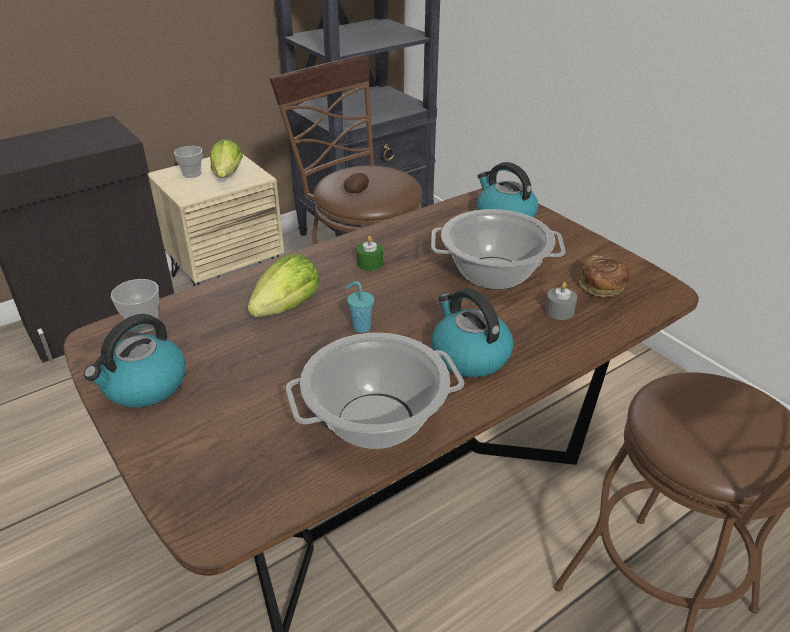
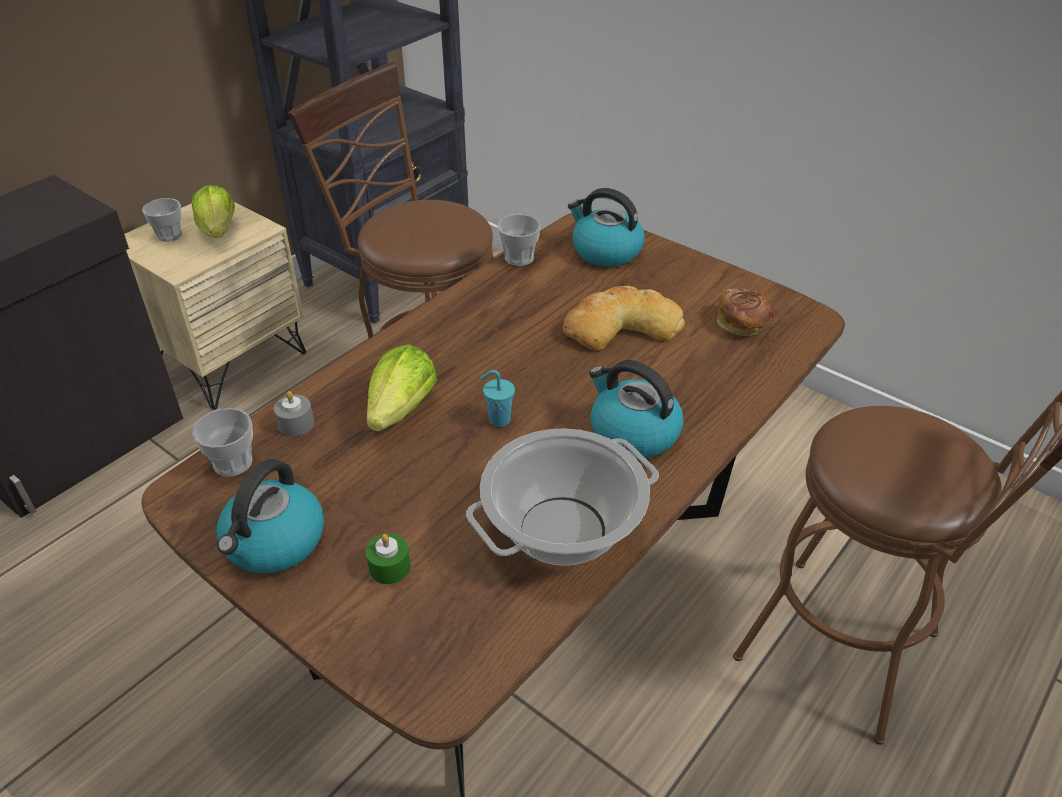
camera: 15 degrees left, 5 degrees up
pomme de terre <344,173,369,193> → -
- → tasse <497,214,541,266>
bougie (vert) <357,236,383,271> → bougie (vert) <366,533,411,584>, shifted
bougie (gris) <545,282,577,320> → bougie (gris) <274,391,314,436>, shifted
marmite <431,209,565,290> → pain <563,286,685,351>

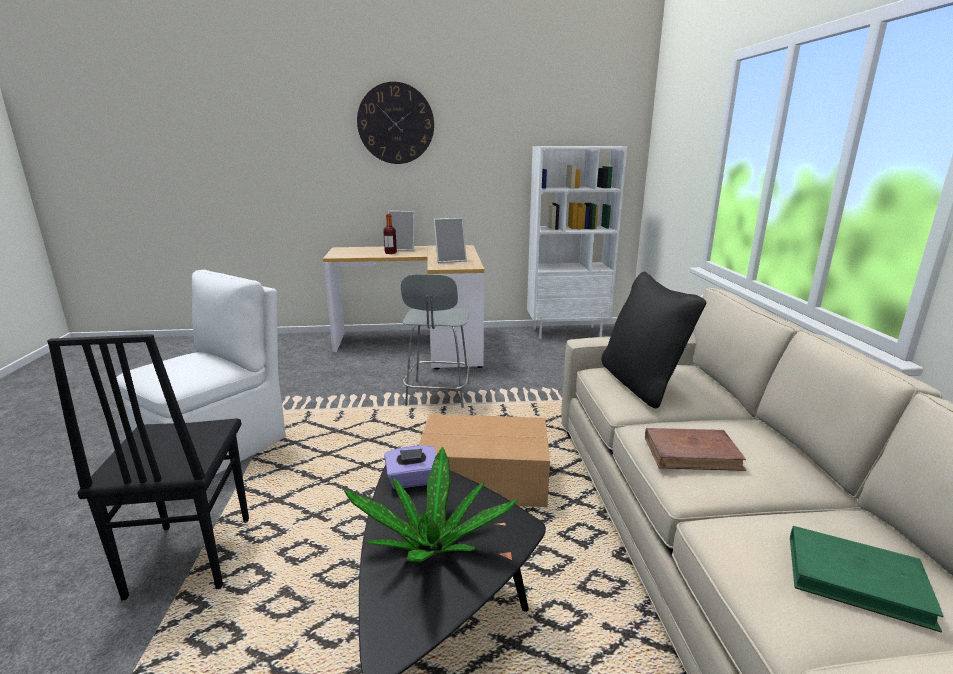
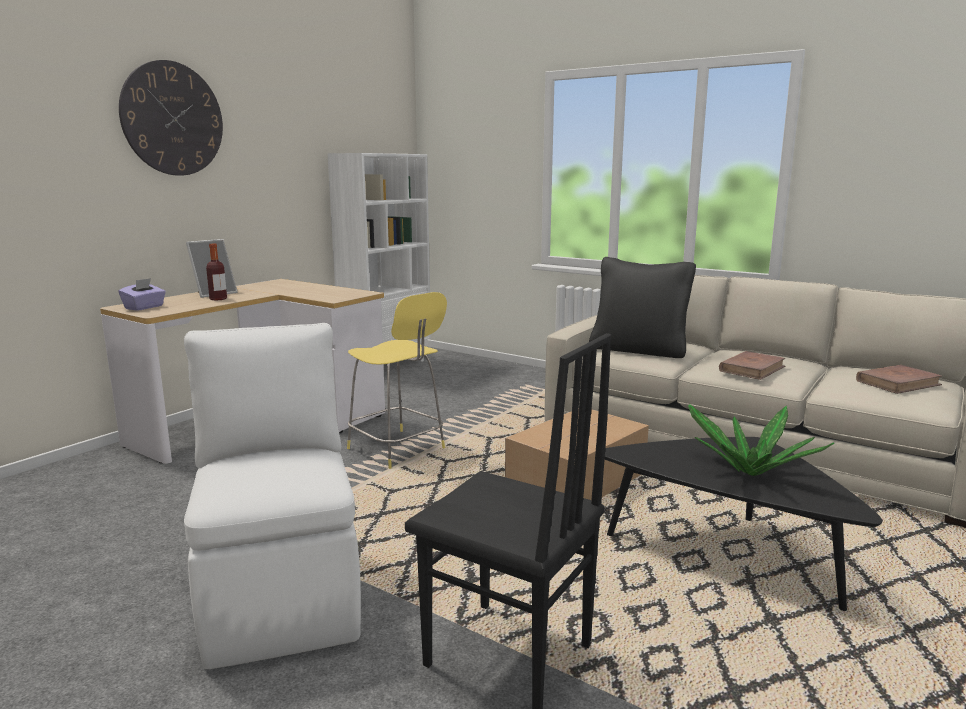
camera: 50 degrees left, 5 degrees down
cadre photo <434,218,467,263> → -
boîte à mouchoirs (violet) <385,446,436,489> → boîte à mouchoirs (violet) <118,278,166,311>, shifted
tabouret (gris) <401,274,470,408> → tabouret (jaune) <347,292,447,469>
livre (vert) <790,526,943,632> → livre (marron) <856,365,942,394>

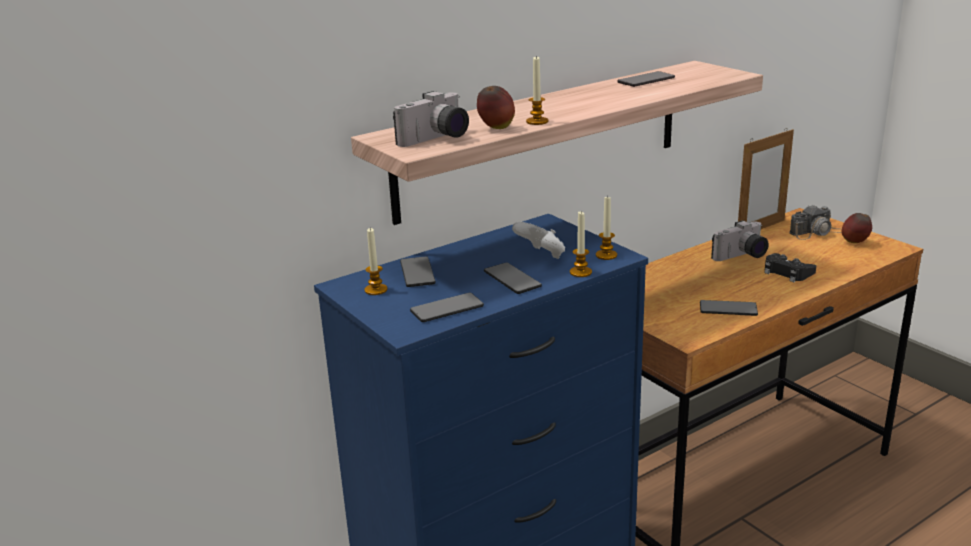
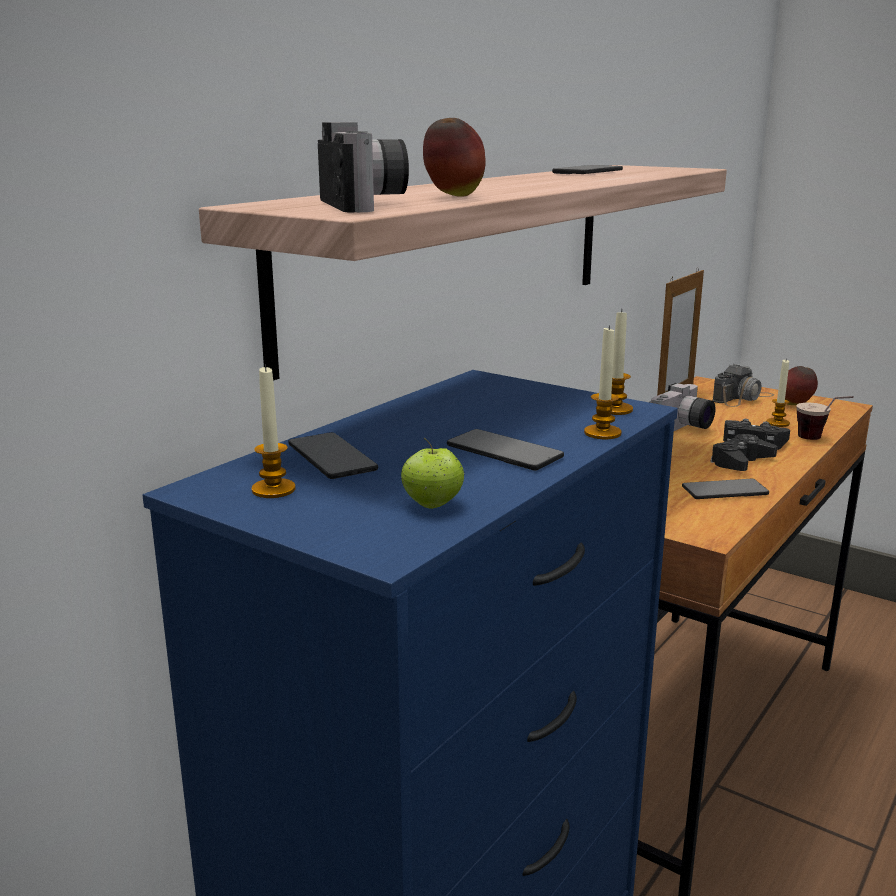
camera: 20 degrees left, 5 degrees down
manette (blanc) <512,222,565,259> → -
- → manette (noir) <710,434,777,471>
- → tasse <796,396,854,440>
bougie <526,55,548,125> → bougie <766,360,790,427>, shifted
téléphone <410,293,484,322> → pomme <401,438,465,509>
appareil photo <393,91,469,147> → appareil photo <318,122,409,212>, 45 degrees counterclockwise

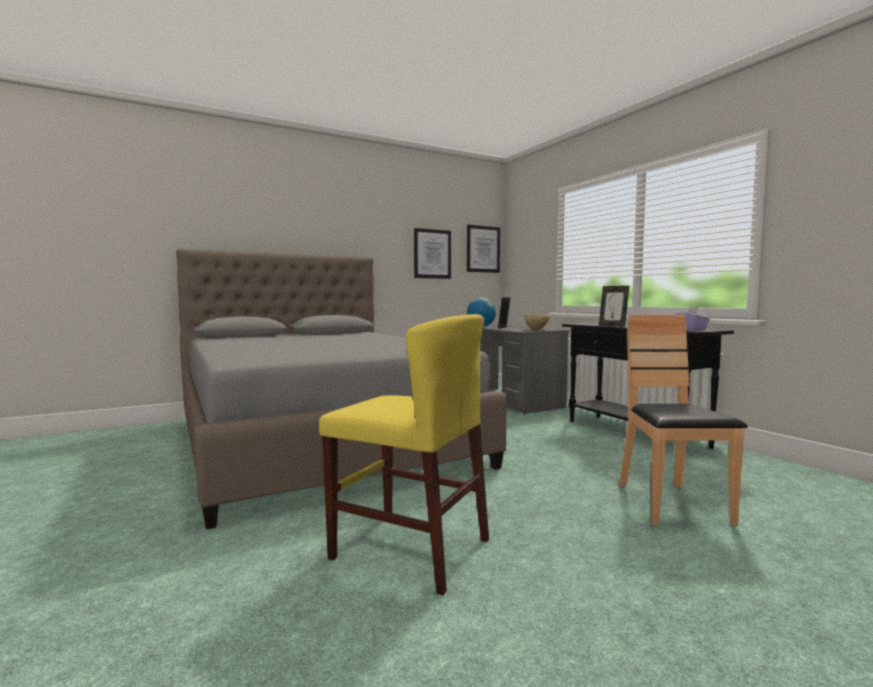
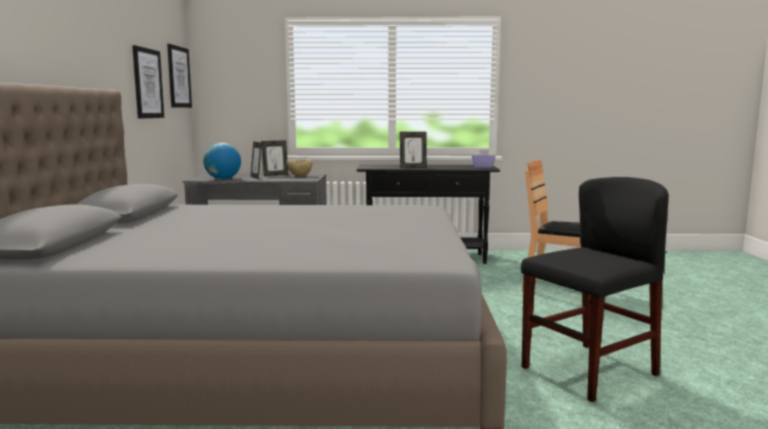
camera: 60 degrees left, 5 degrees up
- → cadre photo <261,140,289,176>
chaise (jaune) <319,314,489,595> → chaise (noir) <521,177,669,402>

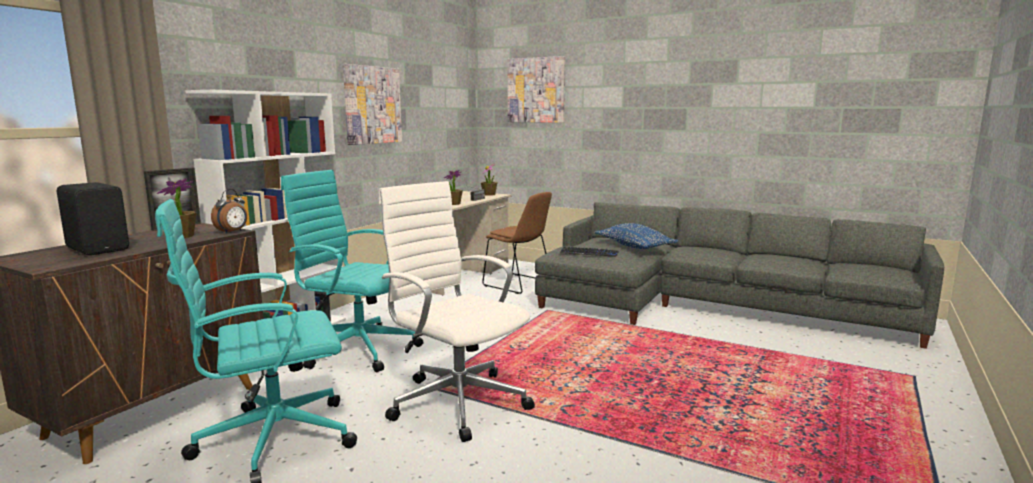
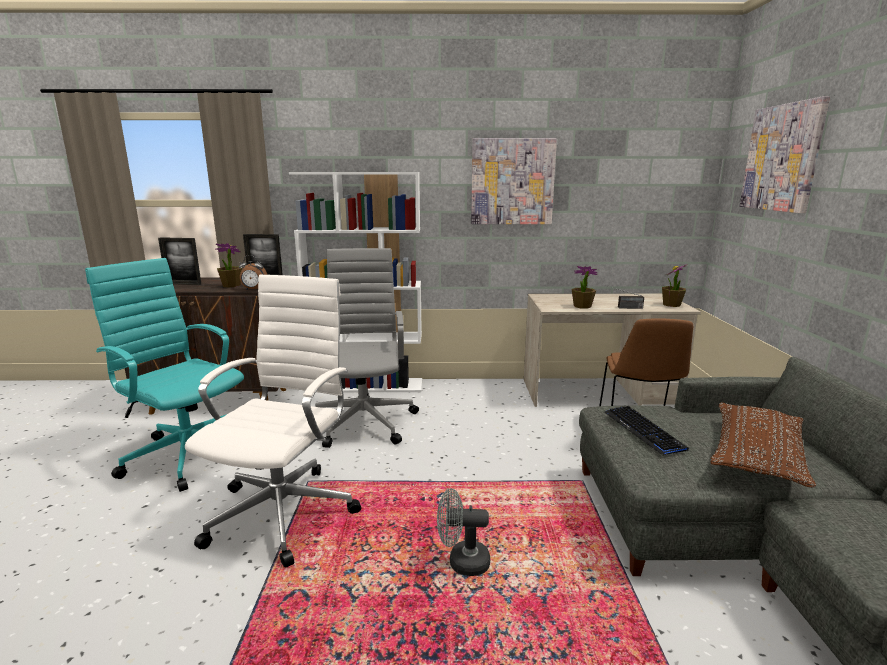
camera: 60 degrees right, 5 degrees up
- → ventilateur (gris) <437,488,490,576>
enceinte (noir) <57,182,129,255> → cadre photo <158,237,201,285>
chaise de bureau (turquoise) <281,170,423,372> → chaise de bureau (gris) <315,248,419,448>
coussin (bleu) <595,223,678,249> → coussin (marron) <710,403,816,488>

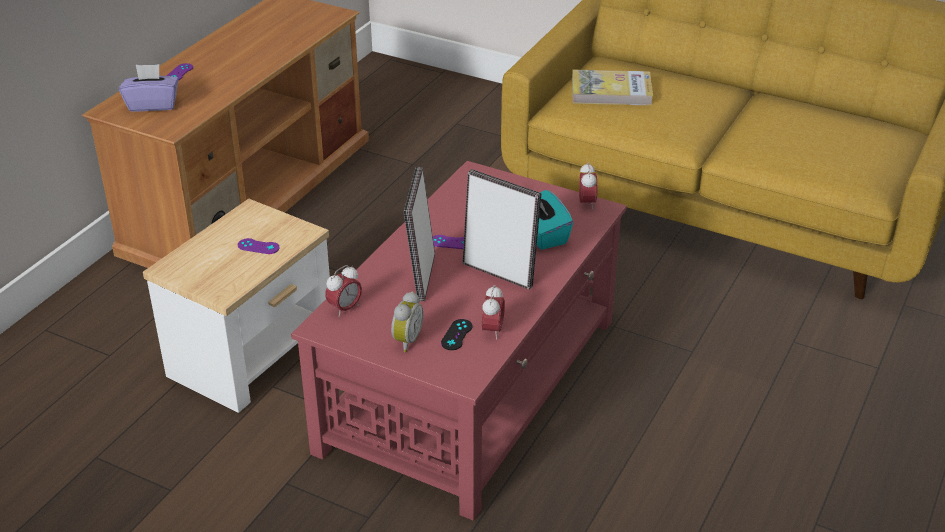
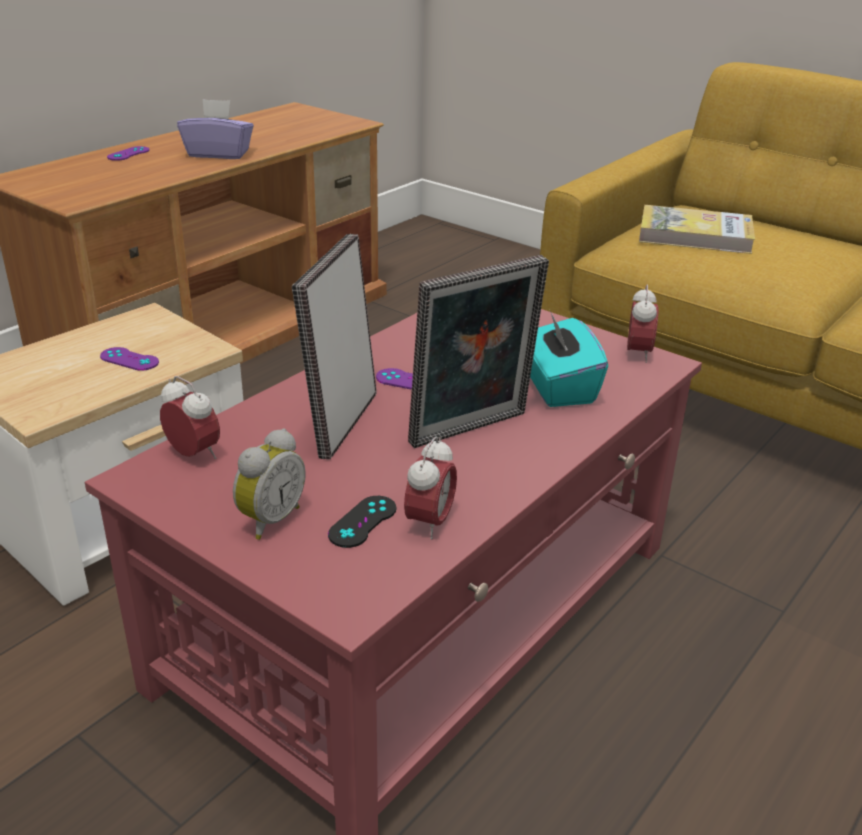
camera: 10 degrees right, 5 degrees down
boîte à mouchoirs (violet) <119,64,179,112> → boîte à mouchoirs (violet) <177,99,254,159>, shifted
réveil <325,265,362,317> → réveil <160,376,220,459>, 105 degrees counterclockwise
cadre photo <462,169,542,289> → cadre photo <408,255,549,448>, 105 degrees clockwise

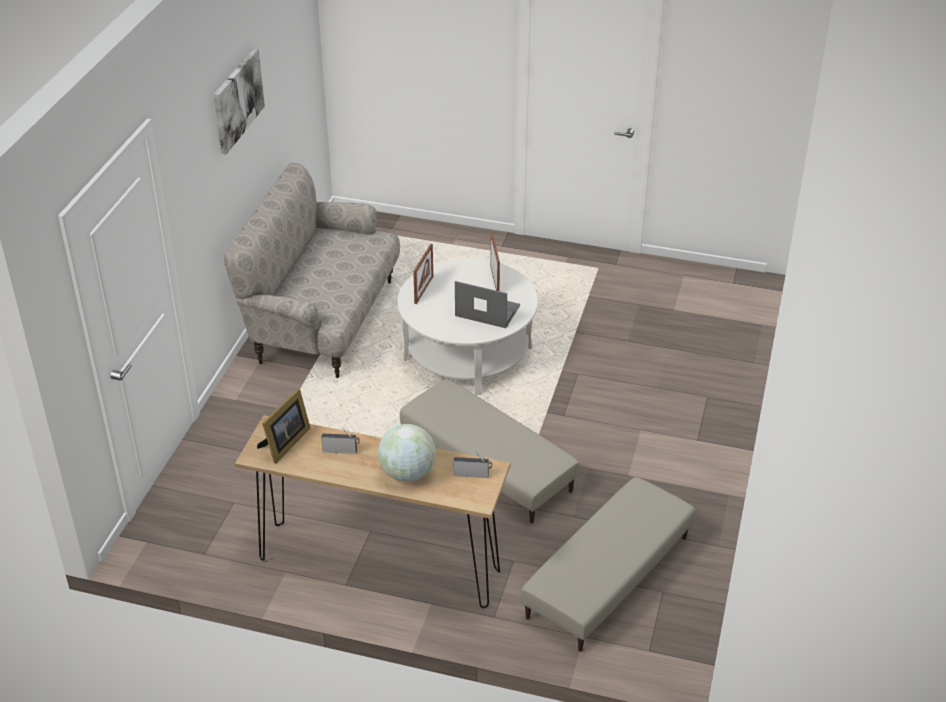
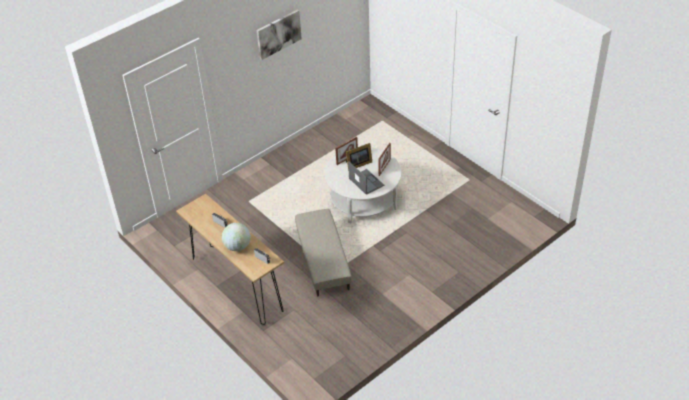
camera: 35 degrees right, 5 degrees up
canapé (beige) <224,163,400,378> → -
pouf (beige) <520,477,695,652> → -
cadre photo <257,388,311,464> → cadre photo <346,143,372,171>, shifted

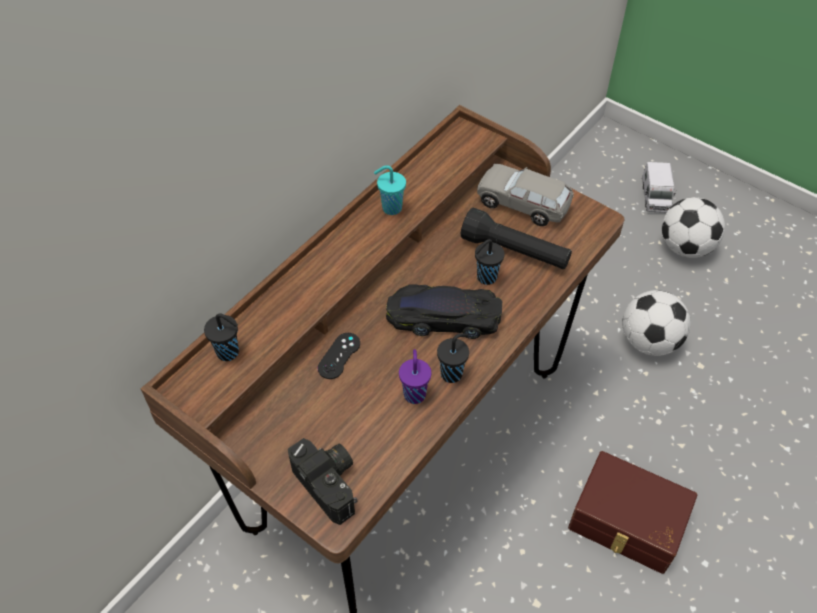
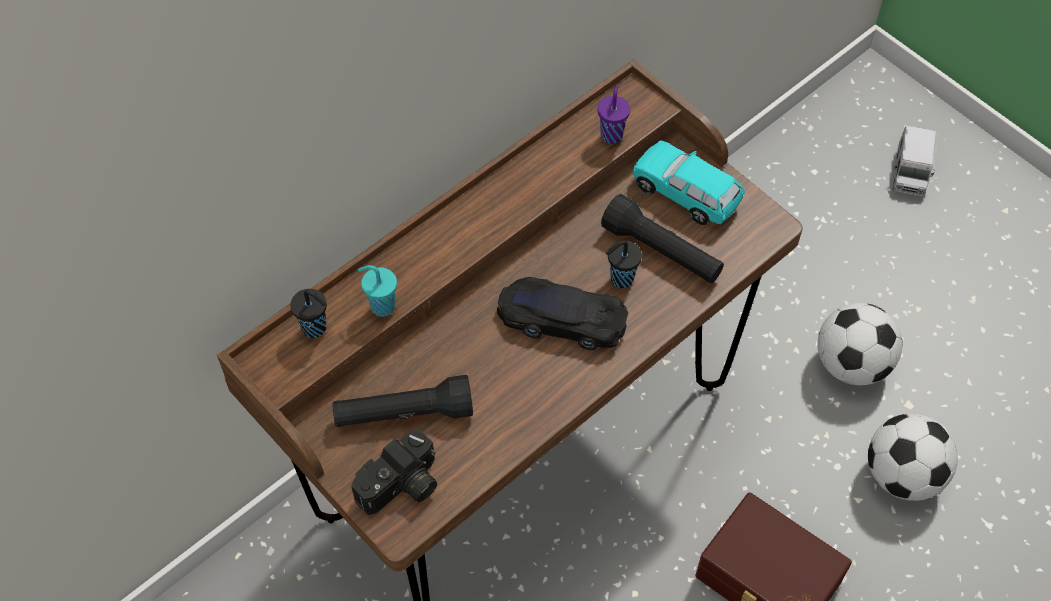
camera: 10 degrees right, 5 degrees up
manette (noir) <317,333,360,379> → -
tasse (noir) <437,333,469,383> → -
- → lampe de poche (noir) <332,375,473,427>
tasse (turquoise) <374,165,406,215> → tasse (turquoise) <358,265,397,317>, shifted
tasse (violet) <399,349,431,404> → tasse (violet) <598,85,630,144>, shifted
ballon de foot <662,197,725,258> → ballon de foot <868,414,958,501>, shifted
petite voiture (gris) <477,164,574,226> → petite voiture (turquoise) <632,140,745,225>
appareil photo <288,438,357,525> → appareil photo <351,429,437,515>, 75 degrees clockwise

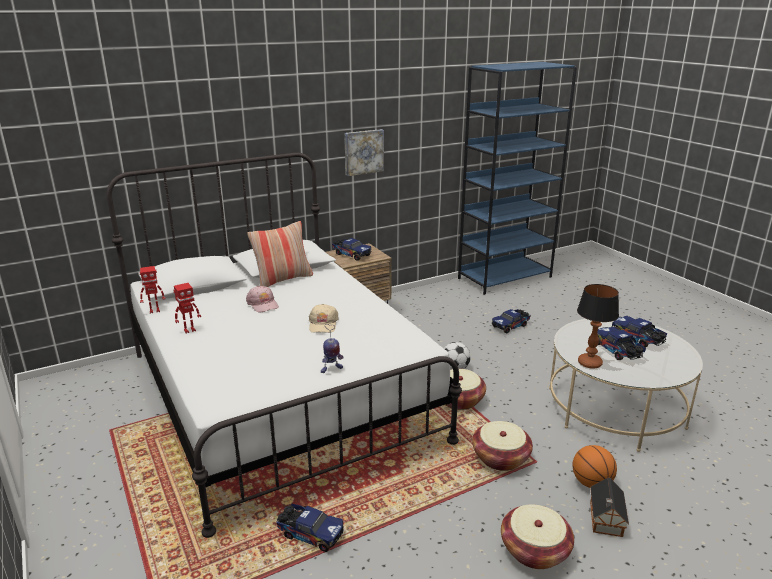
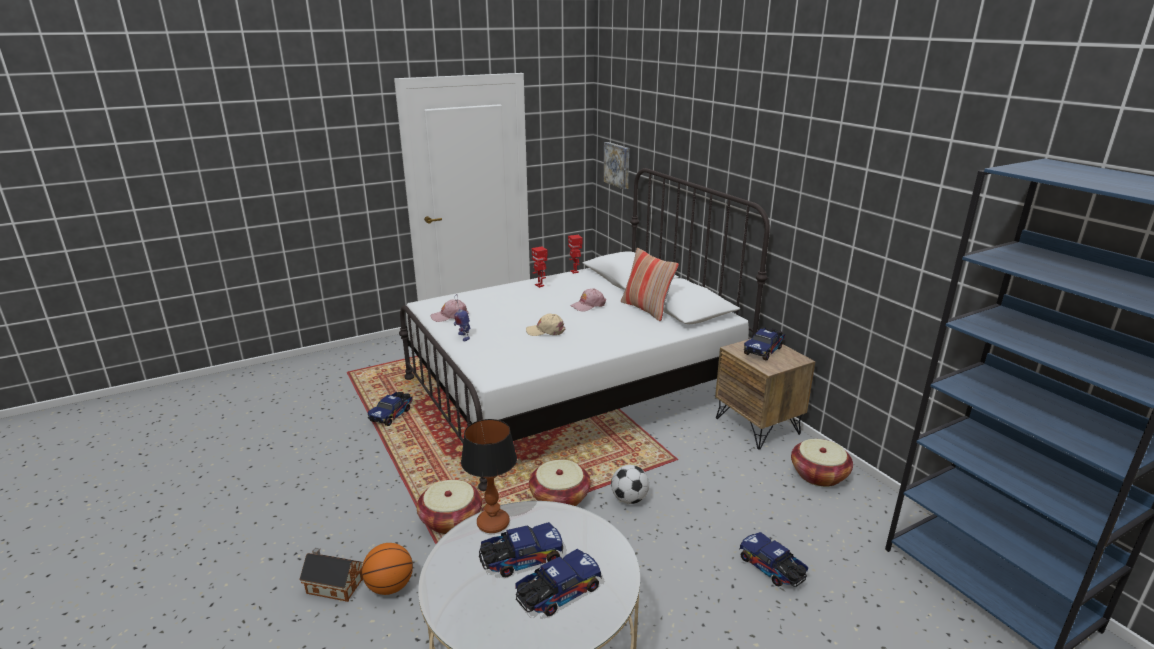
camera: 90 degrees right, 0 degrees up
- → casquette (rose) <431,300,469,322>
tableau <344,129,384,176> → tableau <603,142,629,189>, shifted
panier <501,504,574,569> → panier <791,439,853,487>, shifted

